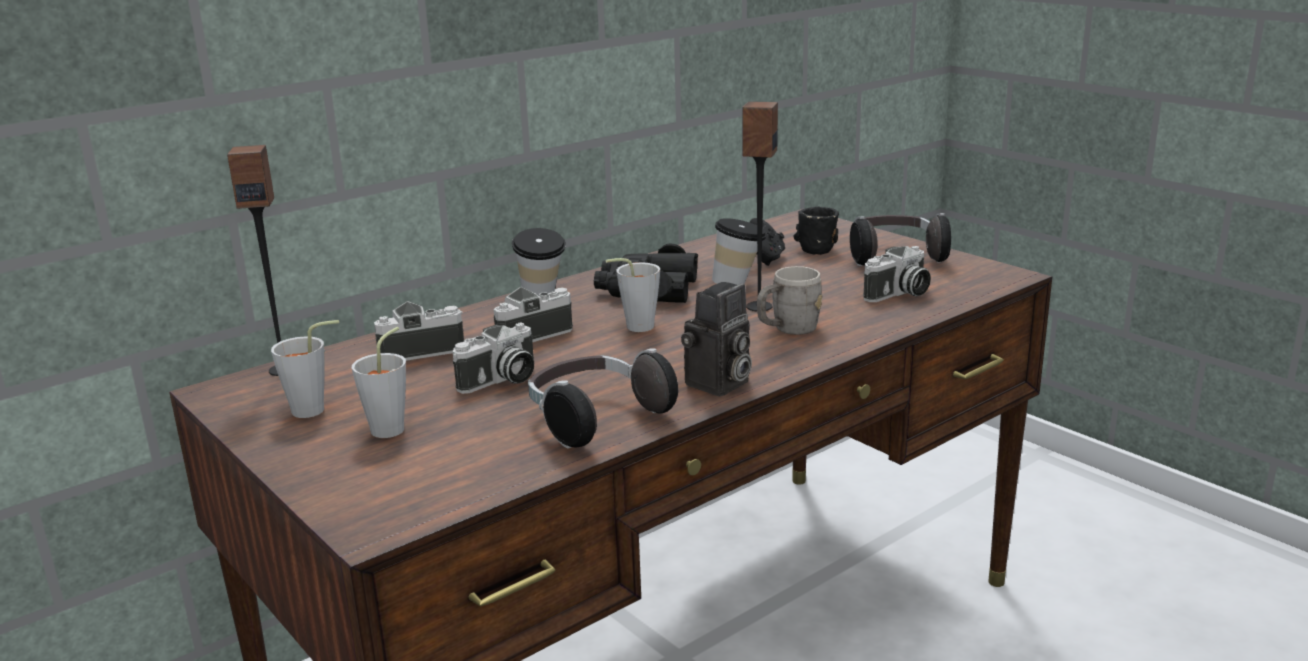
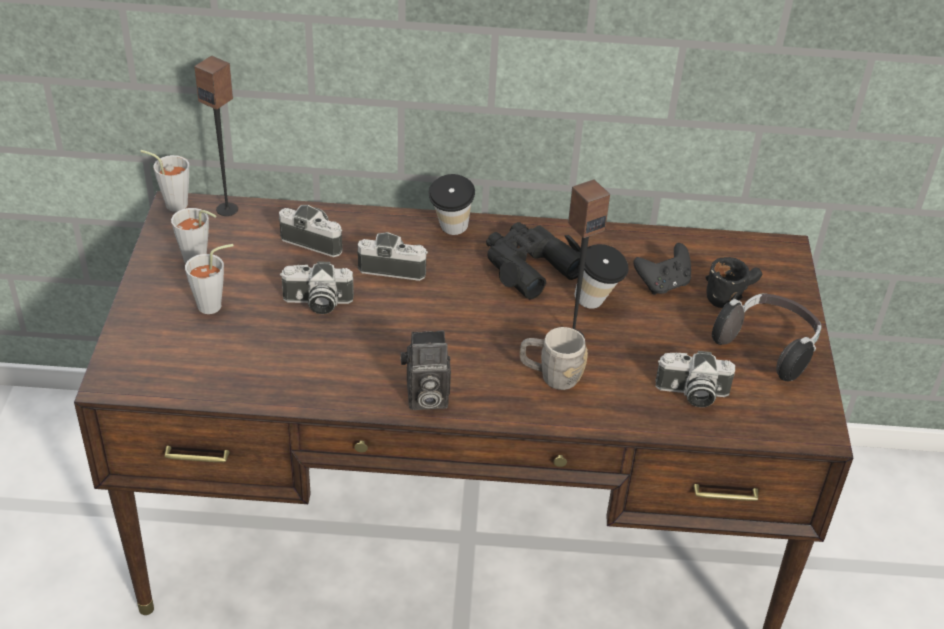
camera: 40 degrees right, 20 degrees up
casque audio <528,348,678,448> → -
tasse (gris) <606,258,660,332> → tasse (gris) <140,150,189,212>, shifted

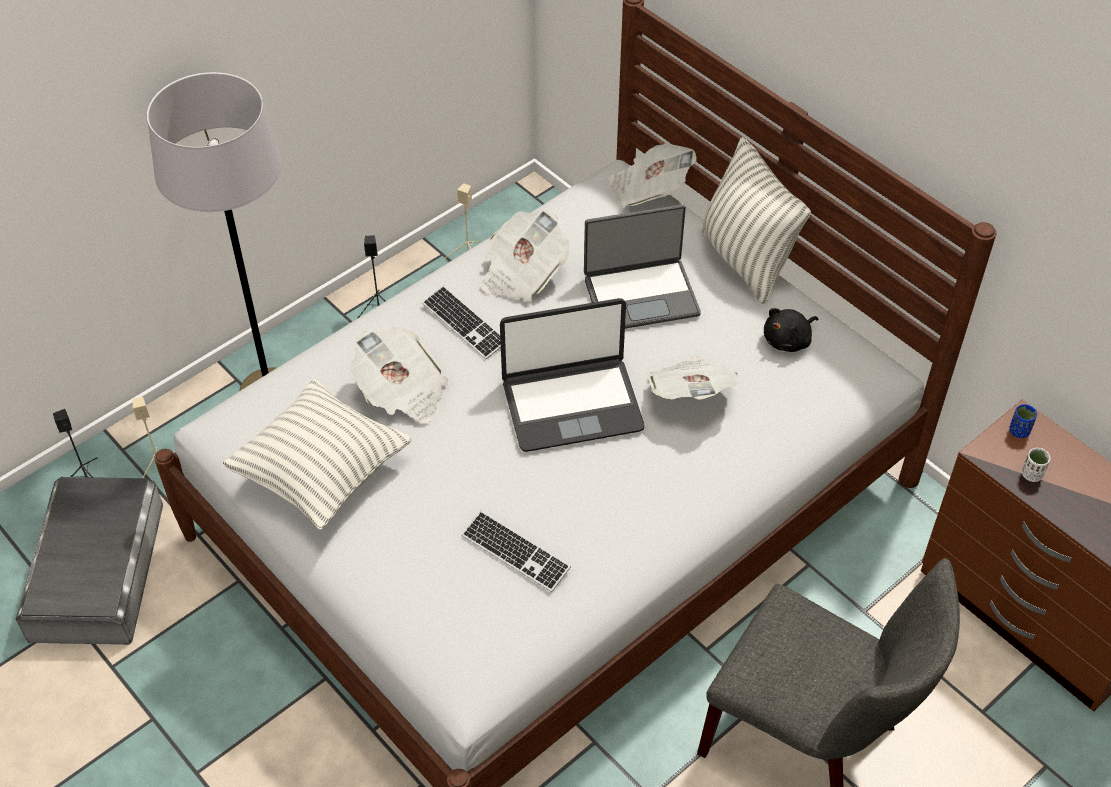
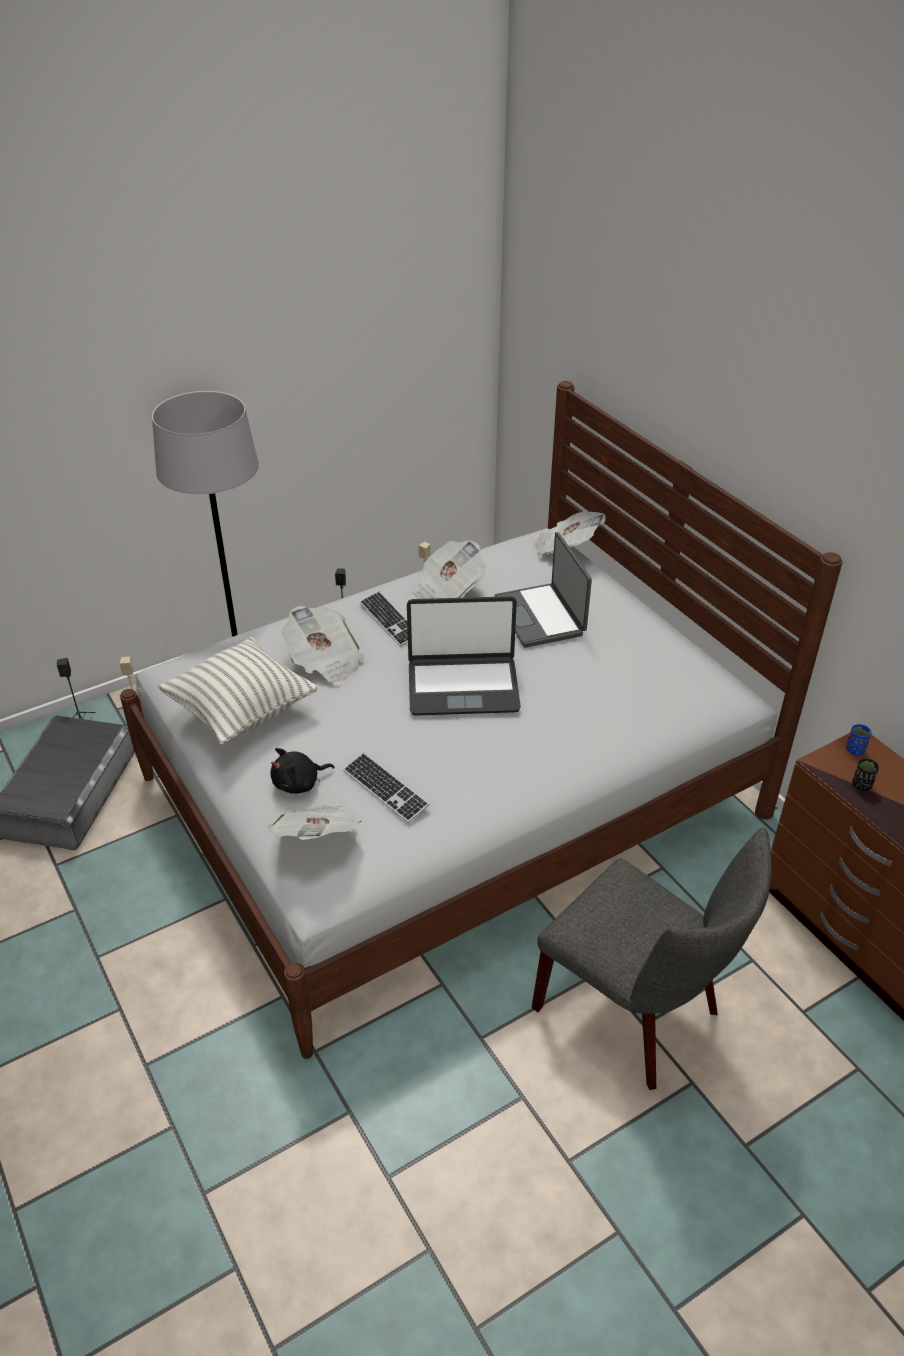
camera: 10 degrees right, 10 degrees down
coussin <700,137,811,304> → -
journal <649,357,738,400> → journal <267,803,362,840>, shifted
peluche (noir) <764,308,818,352> → peluche (noir) <271,748,334,794>, shifted
tasse (blanc) <1022,448,1050,482> → tasse (noir) <852,759,879,791>
ordinateur portable <584,204,701,329> → ordinateur portable <494,532,592,648>, 75 degrees clockwise

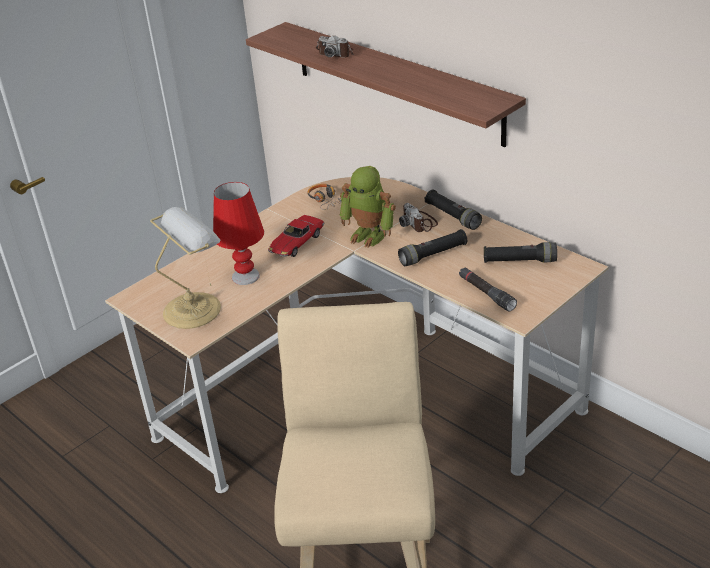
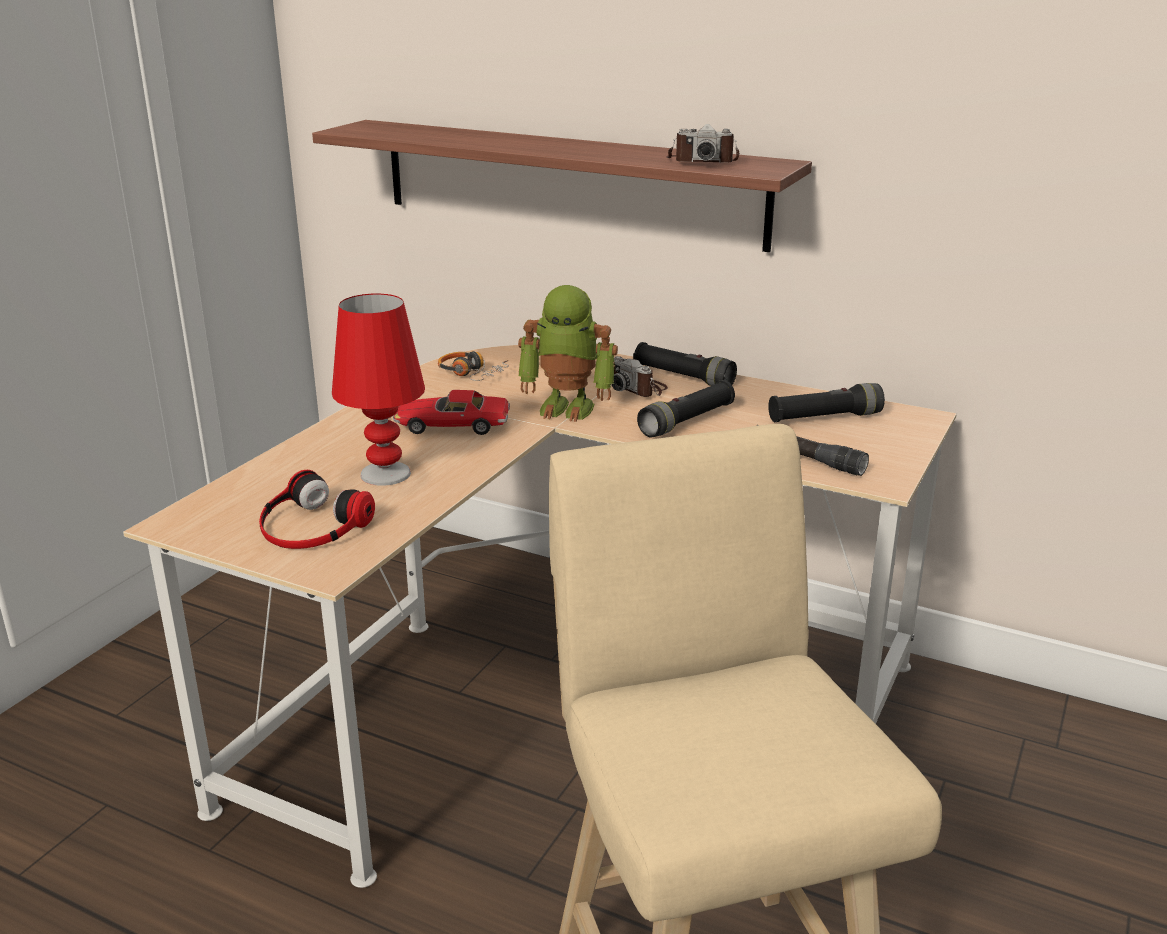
camera: 20 degrees left, 10 degrees down
appareil photo <316,36,353,57> → appareil photo <666,124,739,163>, shifted
lampe de table <150,207,221,329> → casque audio <259,470,375,549>
petite voiture <268,215,324,257> → petite voiture <393,390,510,435>, 75 degrees clockwise

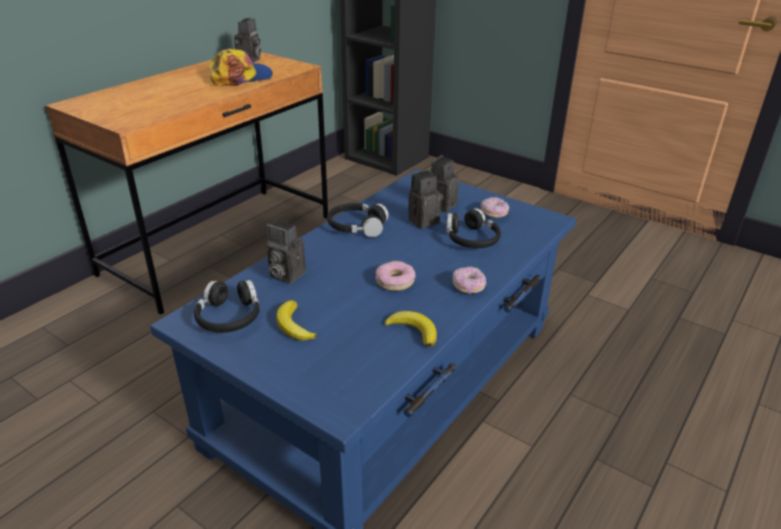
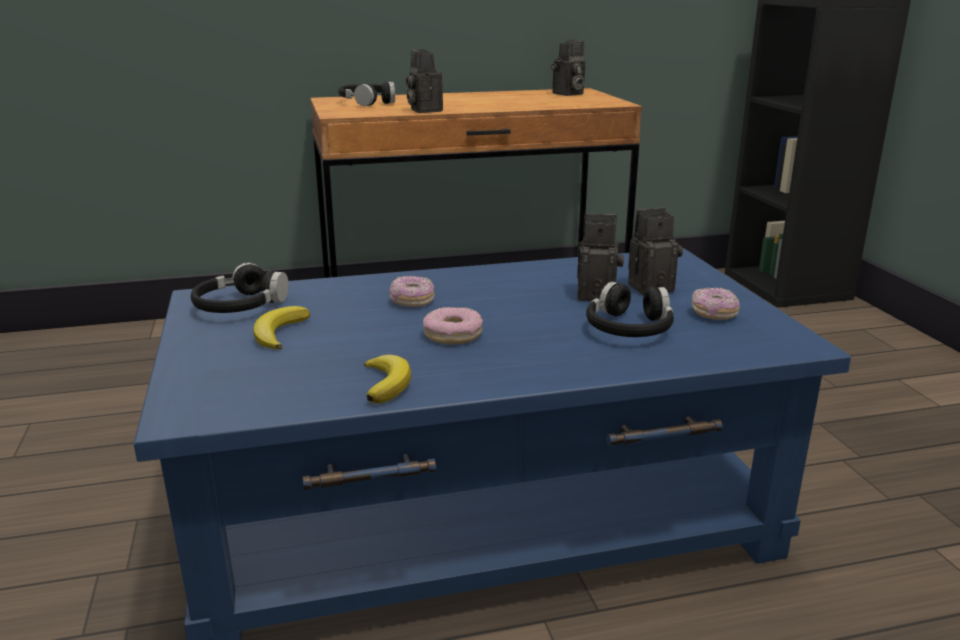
camera: 40 degrees right, 10 degrees down
casquette <208,49,273,86> → -
appareil photo <266,220,306,284> → appareil photo <406,49,443,113>, shifted
casque audio (noir) <327,203,389,237> → casque audio (noir) <338,81,395,106>, shifted
beignet <453,267,486,294> → beignet <390,276,435,307>, shifted

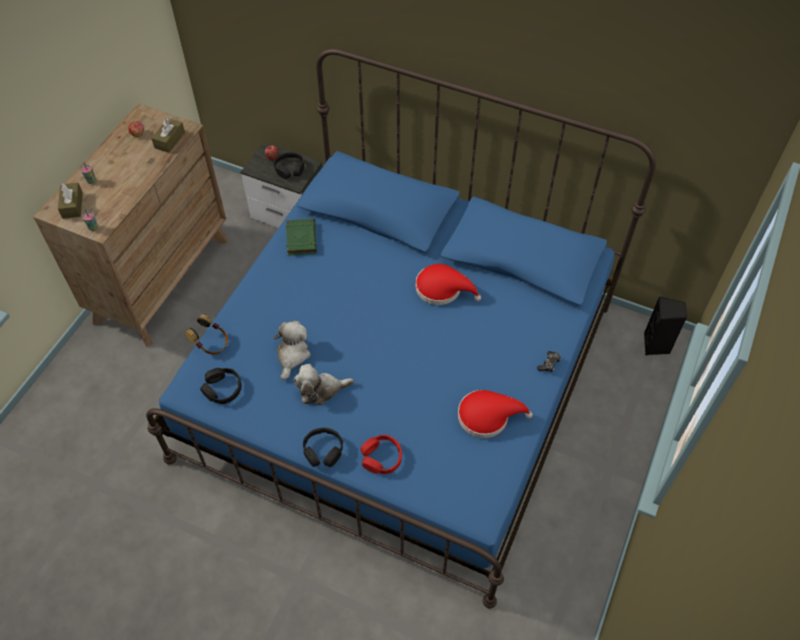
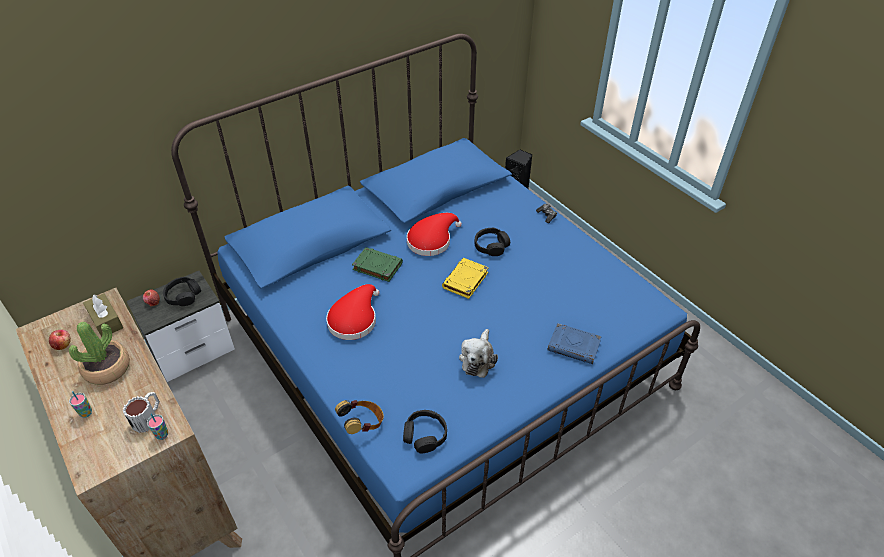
camera: 60 degrees left, 10 degrees down
boîte à mouchoirs (marron) <58,183,83,219> → -
peluche <273,321,311,380> → -
- → plante en pot <69,322,130,385>
- → mug <123,392,159,433>
- → livre (jaune) <442,258,489,299>
livre (vert) <286,219,317,256> → livre (vert) <352,247,403,282>, shifted
casque audio (noir) <303,428,343,467> → casque audio (noir) <474,228,510,256>, shifted
chapeau (rouge) <458,390,533,438> → chapeau (rouge) <326,284,379,340>, shifted
casque audio (rouge) <360,435,402,474> → livre (bleu) <547,323,602,364>

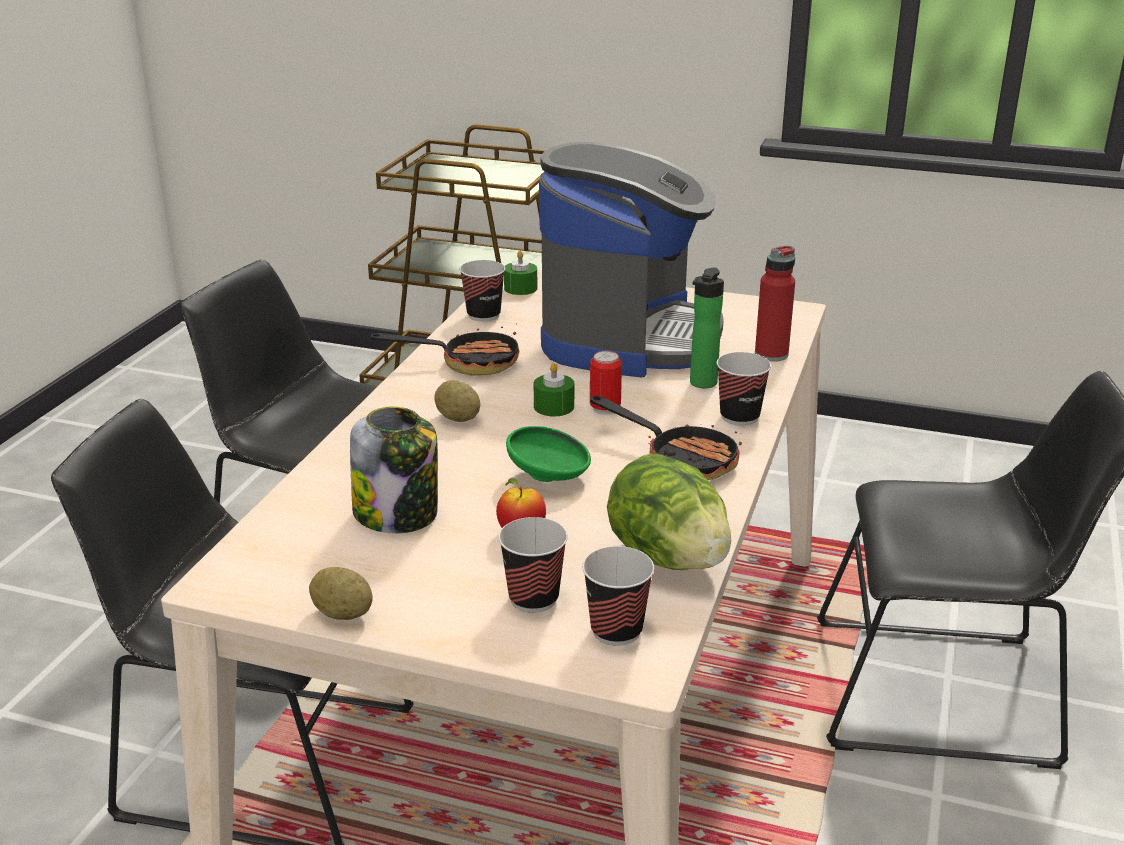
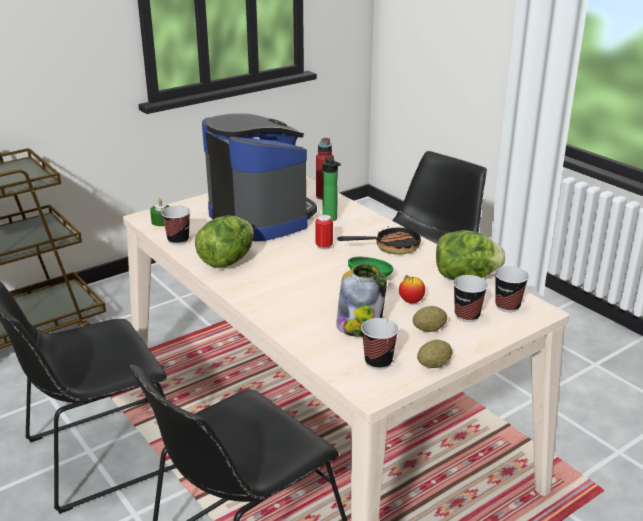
camera: 55 degrees left, 0 degrees up
bougie (vert) <534,363,574,416> → -
pomme de terre <434,380,480,422> → pomme de terre <413,306,447,332>, shifted
tasse <717,352,771,426> → tasse <361,318,399,370>, shifted
poêle <371,327,519,376> → laitue <195,215,254,268>

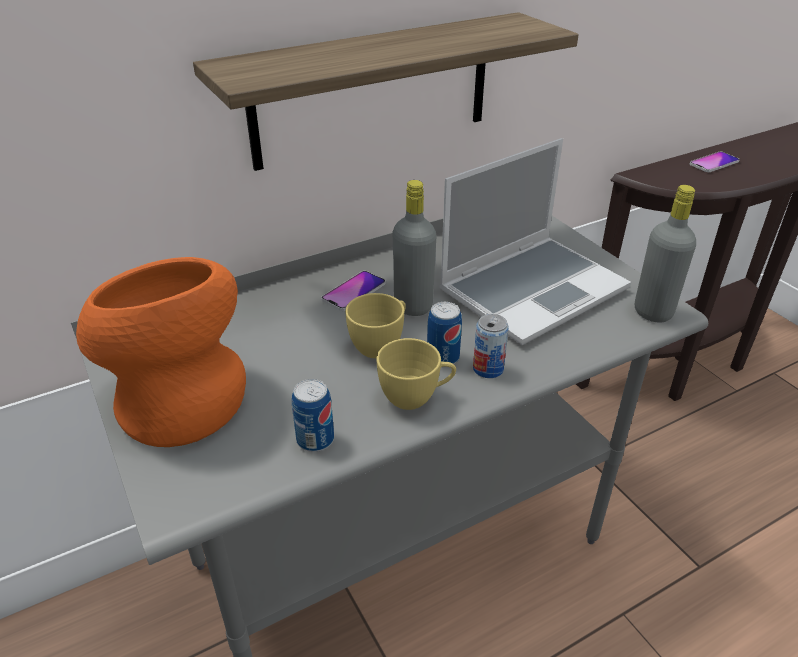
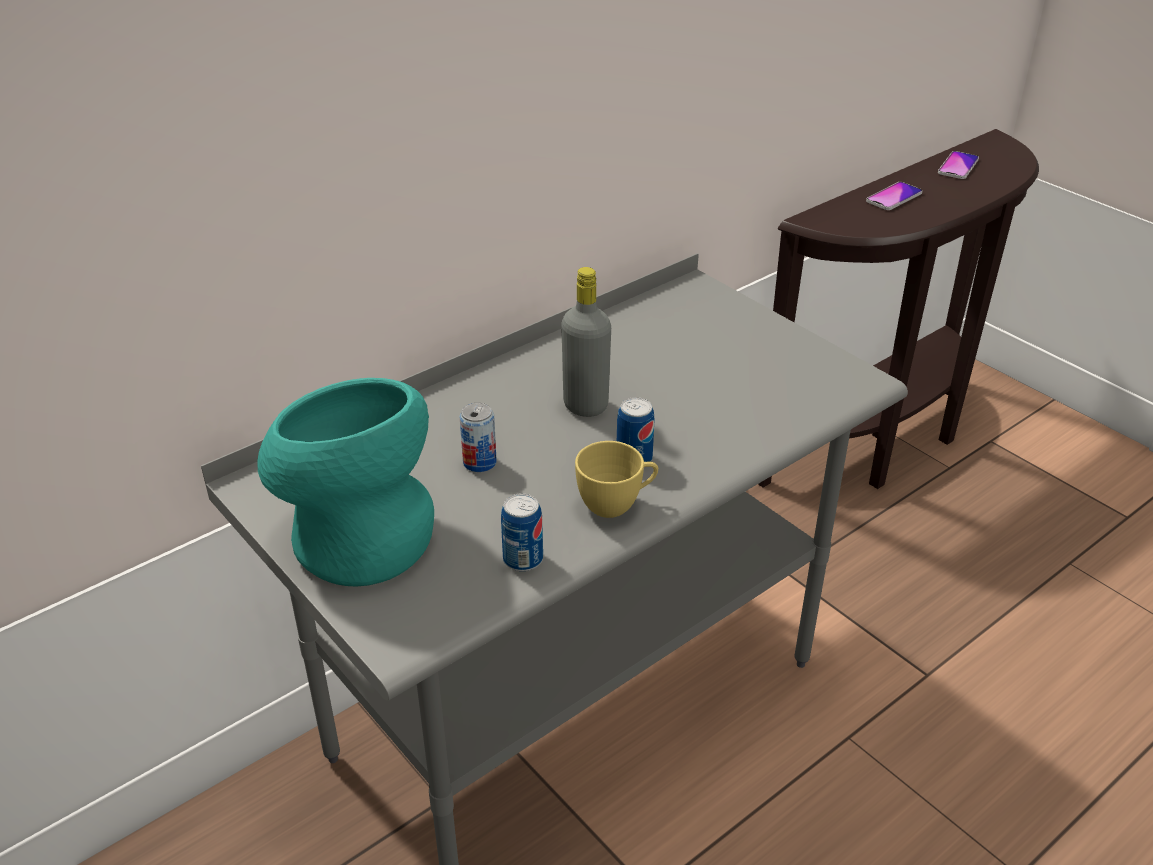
camera: 10 degrees left, 0 degrees up
étagère <193,12,579,171> → -
tasse (jaune) <345,293,406,358> → -
ordinateur portable <439,138,631,345> → -
bouteille (gris) <635,185,696,322> → -
téléphone <321,271,385,311> → téléphone <938,151,979,179>, shifted
boîte métallique <473,314,509,378> → boîte métallique <460,402,497,472>, shifted
vase (orange) <76,257,246,447> → vase (turquoise) <257,378,434,587>

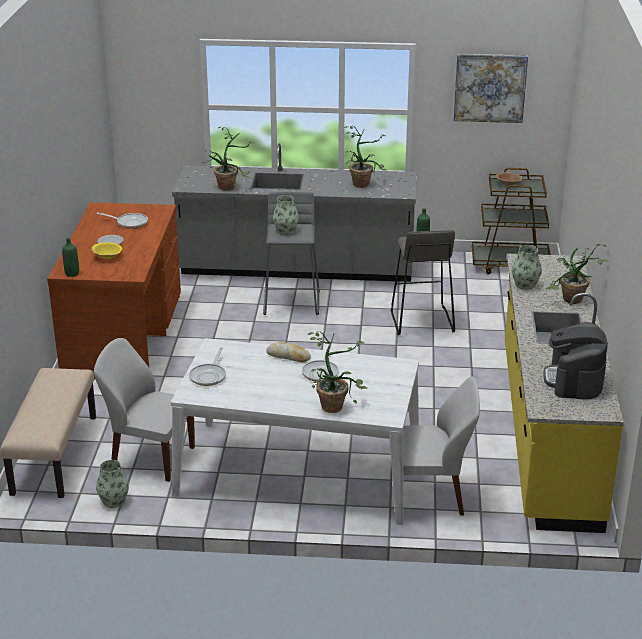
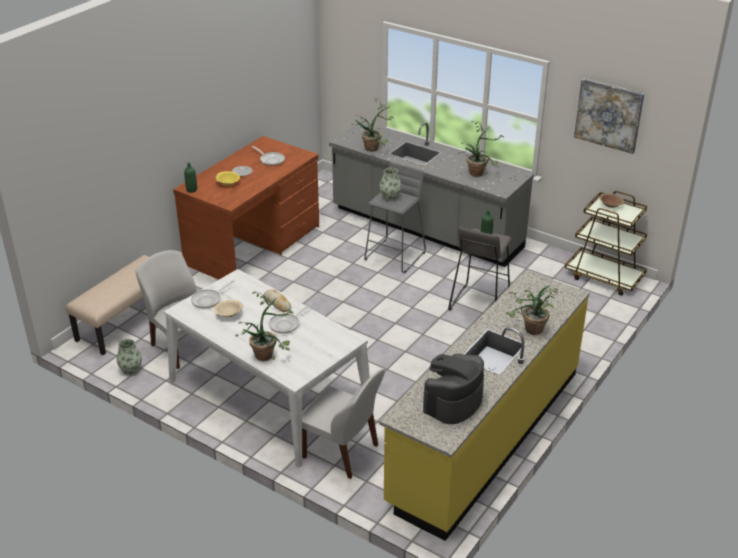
camera: 30 degrees right, 5 degrees up
vase <512,245,542,290> → -
- → bol (beige) <214,300,243,317>

